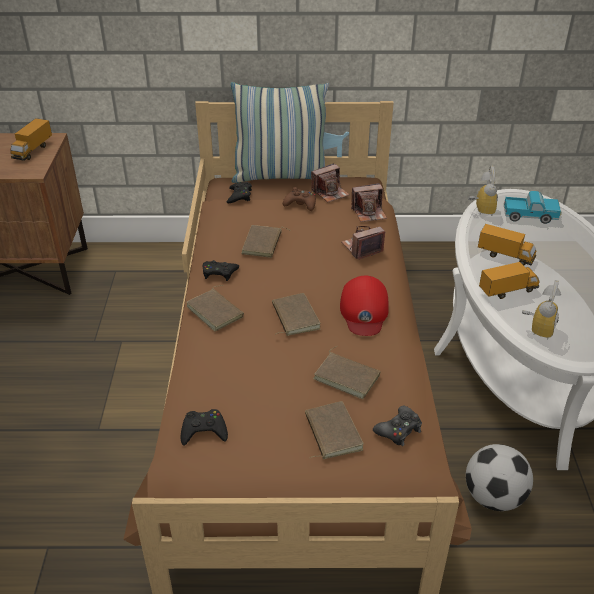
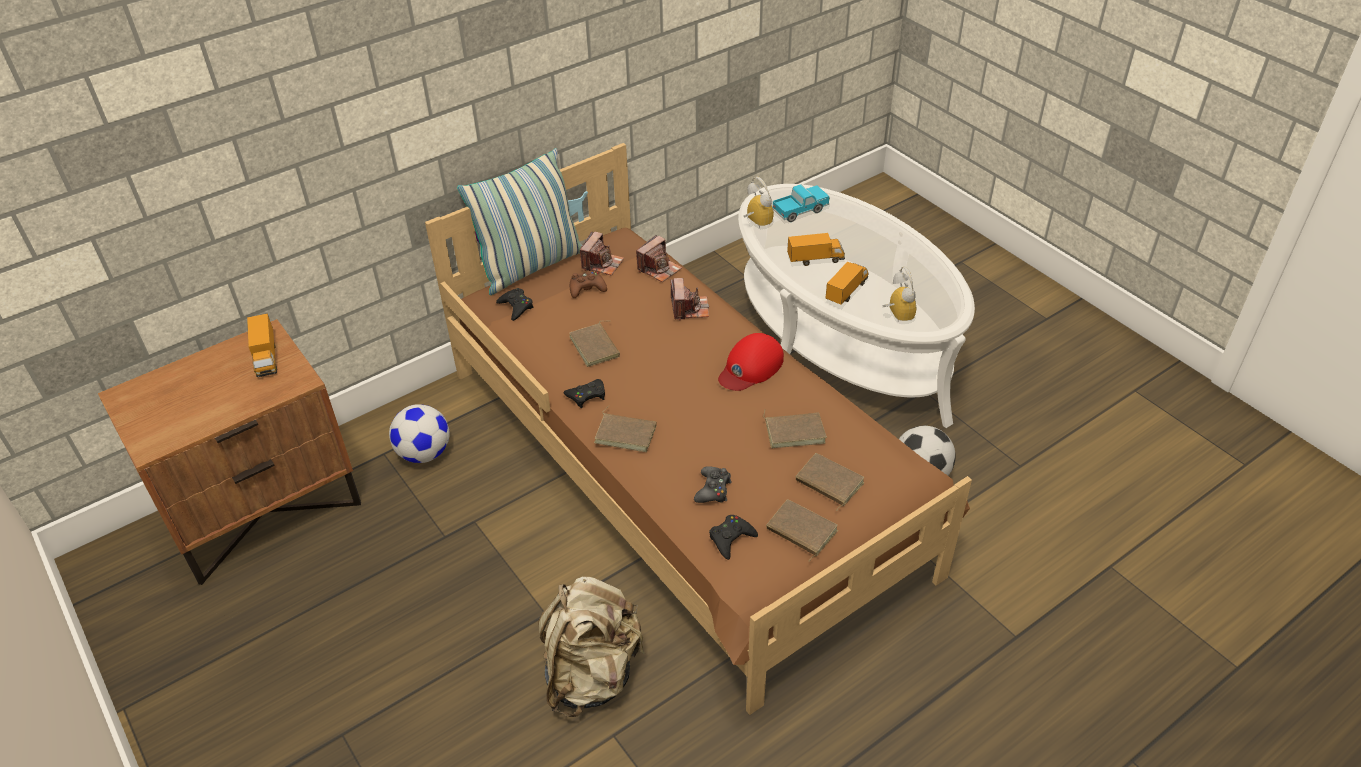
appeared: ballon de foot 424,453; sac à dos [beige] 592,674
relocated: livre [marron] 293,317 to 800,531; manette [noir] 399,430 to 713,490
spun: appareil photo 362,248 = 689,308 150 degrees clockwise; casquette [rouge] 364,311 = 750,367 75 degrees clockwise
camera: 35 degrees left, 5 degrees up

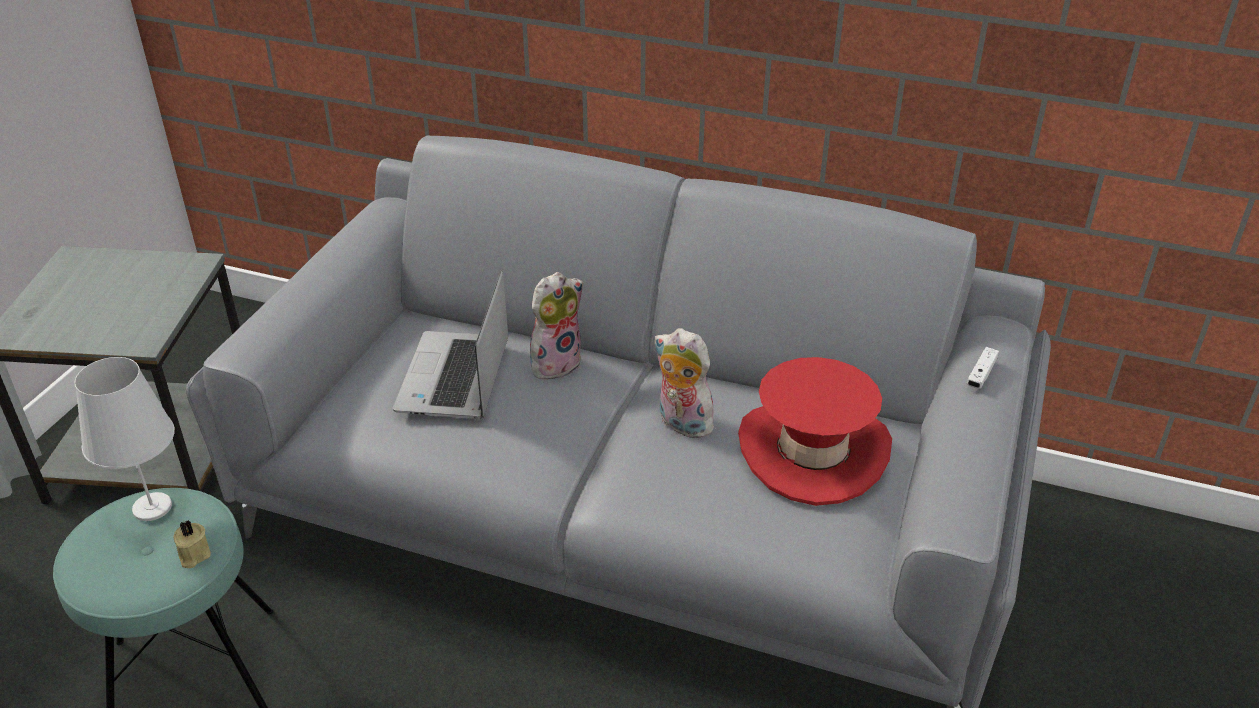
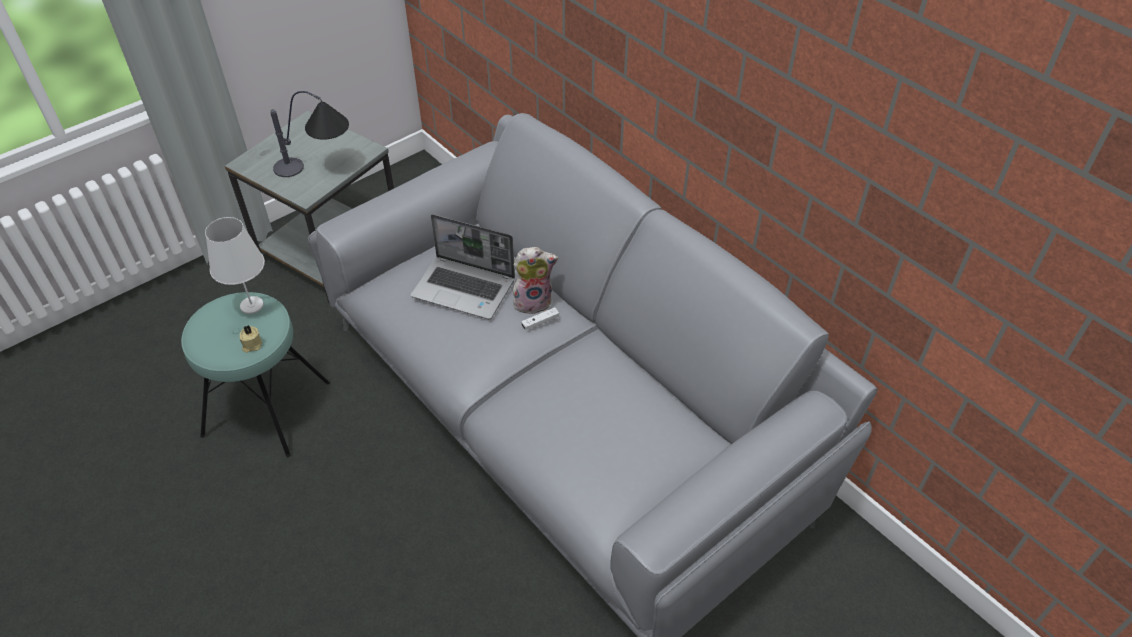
missing: peluche 681,424; chapeau [rouge] 812,451
appeared: lampe de table 319,168
relocated: manette [blanc] 981,374 to 540,322
spun: ordinateur portable 455,379 = 465,288 105 degrees counterclockwise
camera: 30 degrees right, 10 degrees up

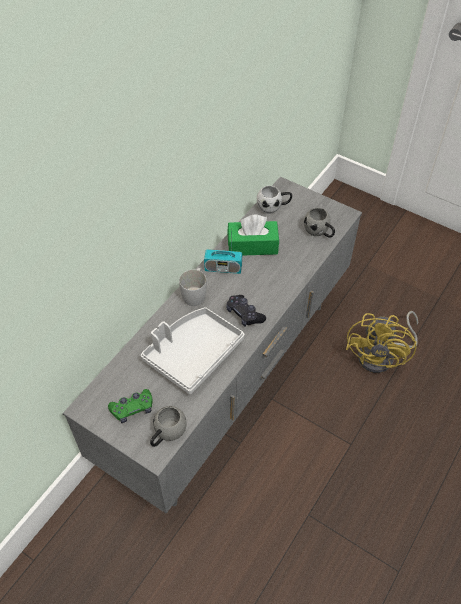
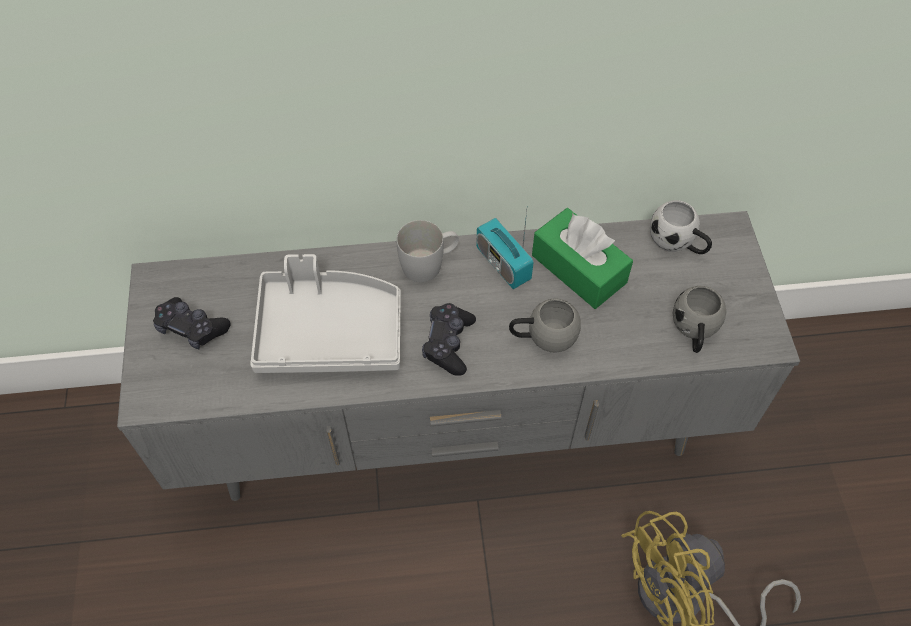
relocated: mug [gris] 167,434 to 542,337
colour: manette [vert] 132,409 to manette [noir] 192,328
camera: 50 degrees right, 5 degrees up

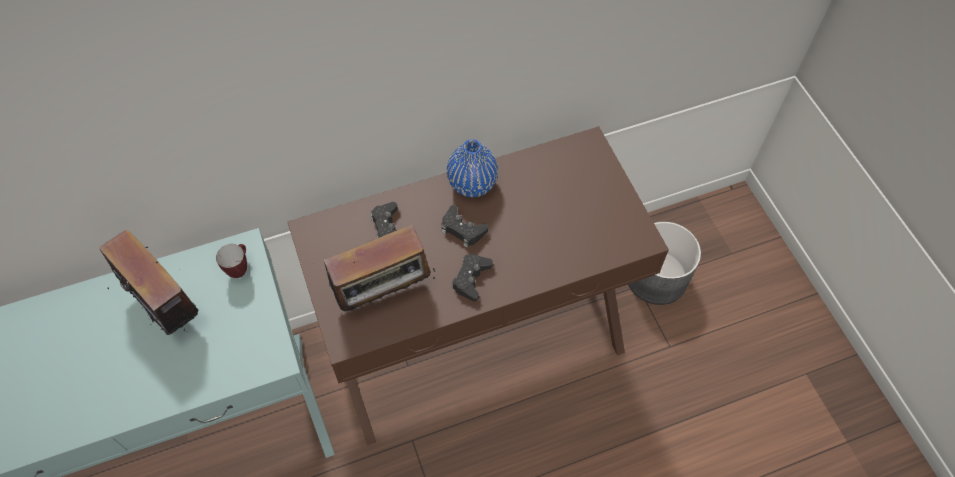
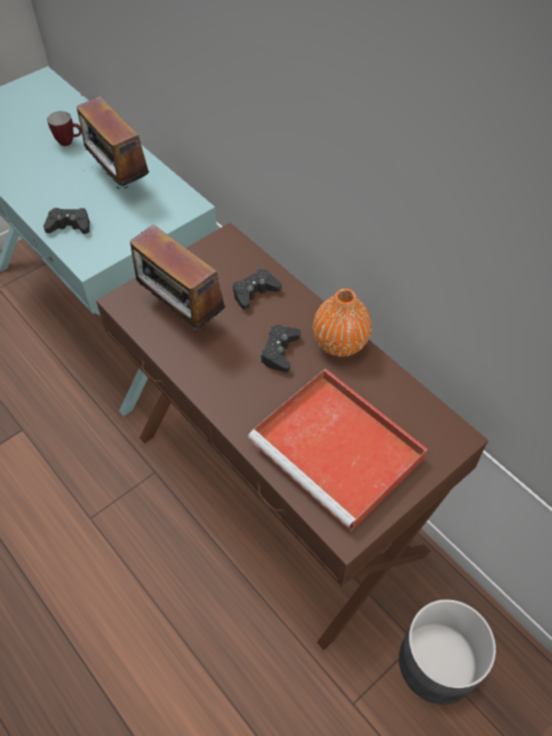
appeared: plateau [rouge] 340,451
relocated: mug 239,268 to 69,142; manette [noir] 471,279 to 69,226
colour: vase [bleu] 472,184 to vase [orange] 340,343
spun: radio 166,304 = 119,180 120 degrees clockwise
camera: 70 degrees right, 5 degrees down

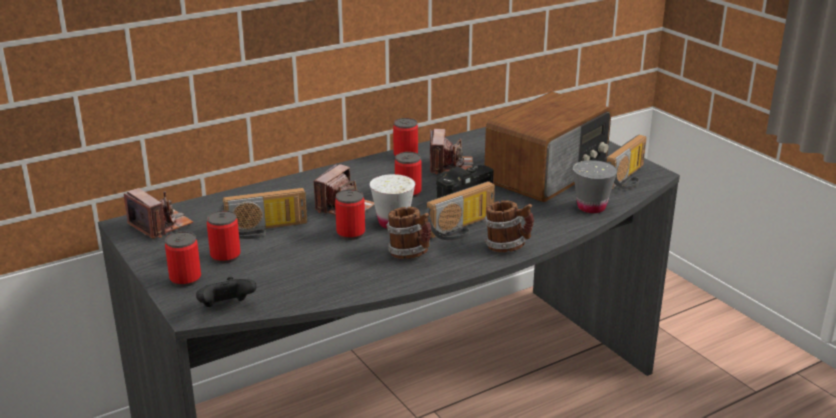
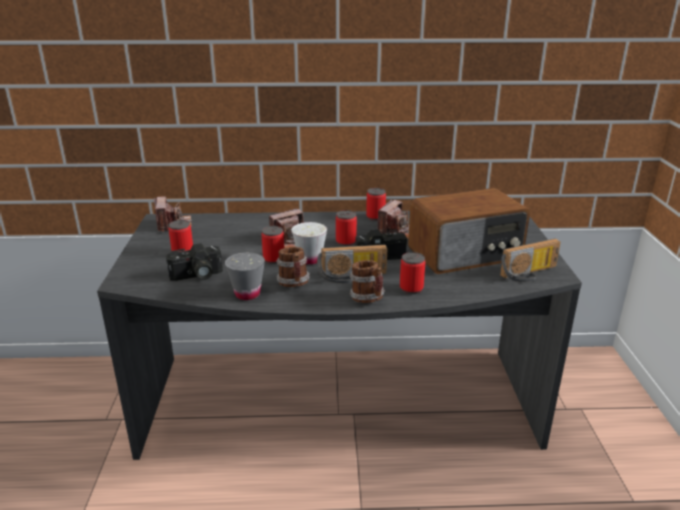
missing: radio 265,230; manette [noir] 226,308
appeared: appareil photo 196,276
relocated: tasse [gris] 591,207 to 247,294; boîte métallique 185,279 to 411,288
camera: 30 degrees right, 0 degrees up

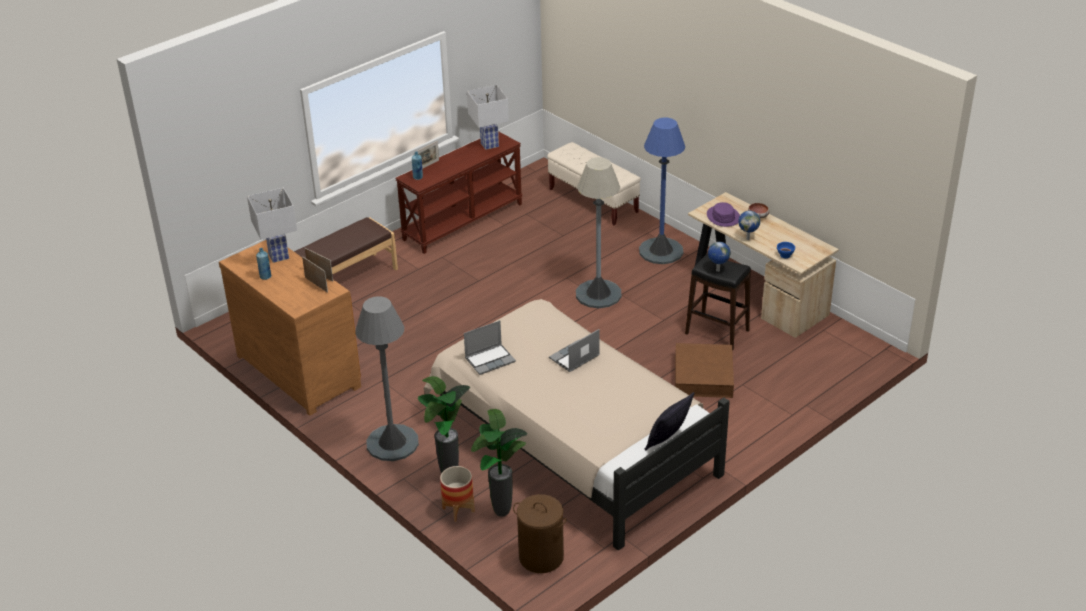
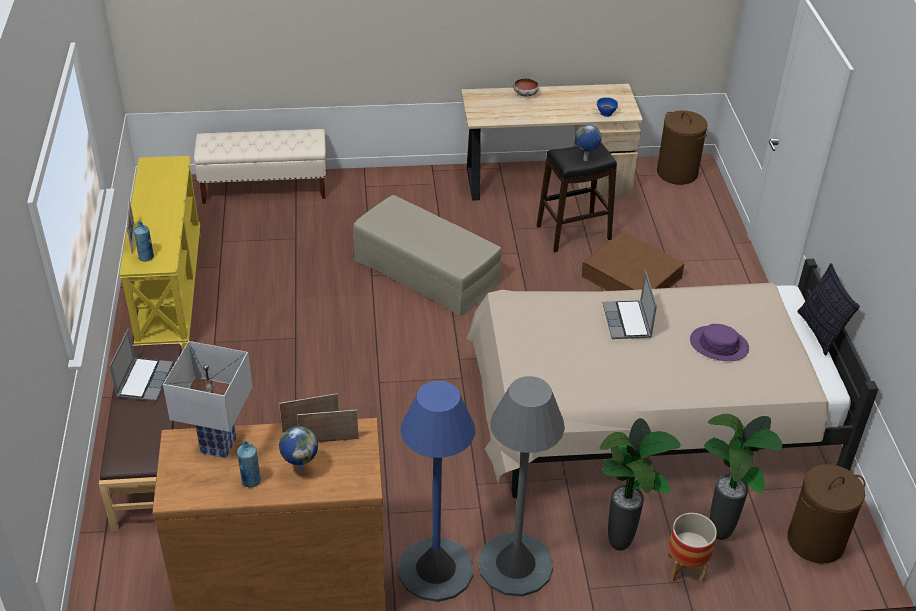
missing: lampe de table [blanc] 489,145
appeared: panier à linge [marron] 677,173
relocated: lampadaire [bleu] 661,251 to 435,569; chapeau [violet] 723,217 to 719,344; globe 748,238 to 300,469; ordinateur portable 490,360 to 144,380
exchanged: lampadaire [gris] 598,294 to pouf [beige] 426,270
colour: table console [marron] 462,221 to table console [jaune] 169,291
camera: 55 degrees left, 5 degrees up

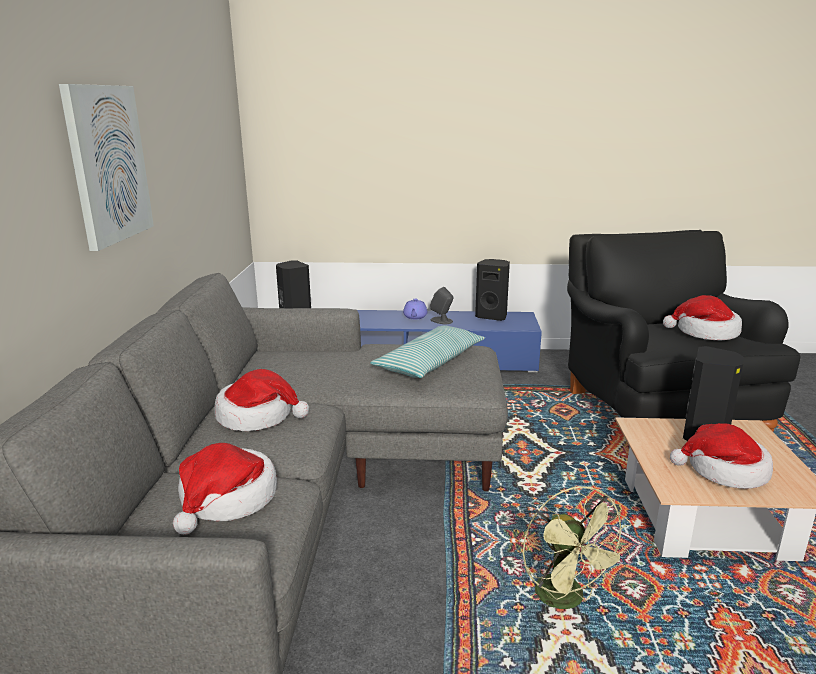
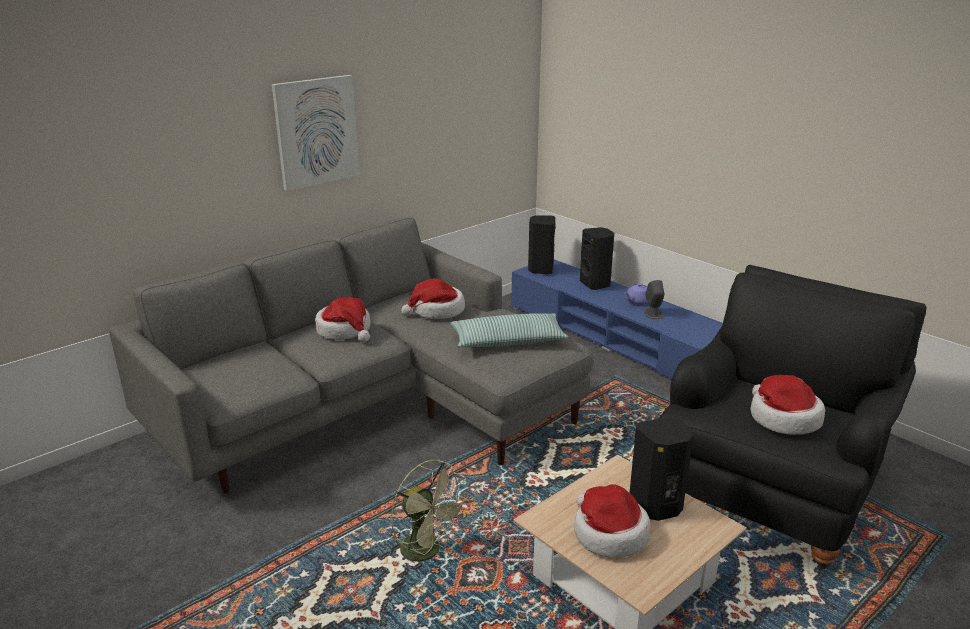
relocated: enceinte [noir] 492,316 to 596,284; chapeau 227,500 to 437,311
spun: ventilateur [vert] 567,600 = 428,552 75 degrees counterclockwise
camera: 45 degrees right, 5 degrees up

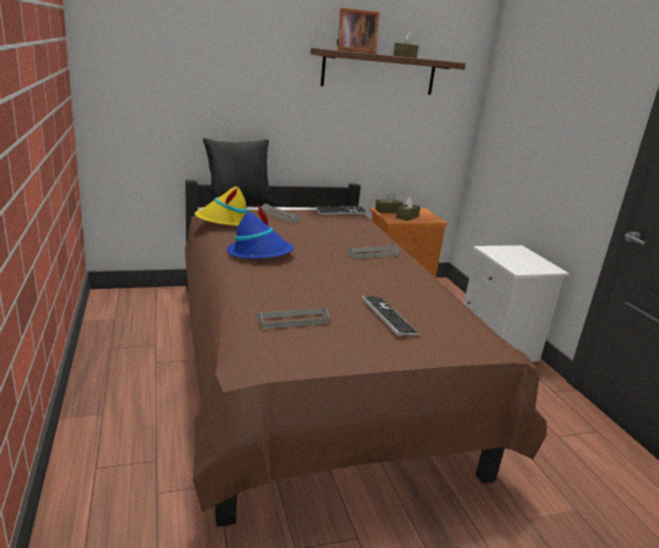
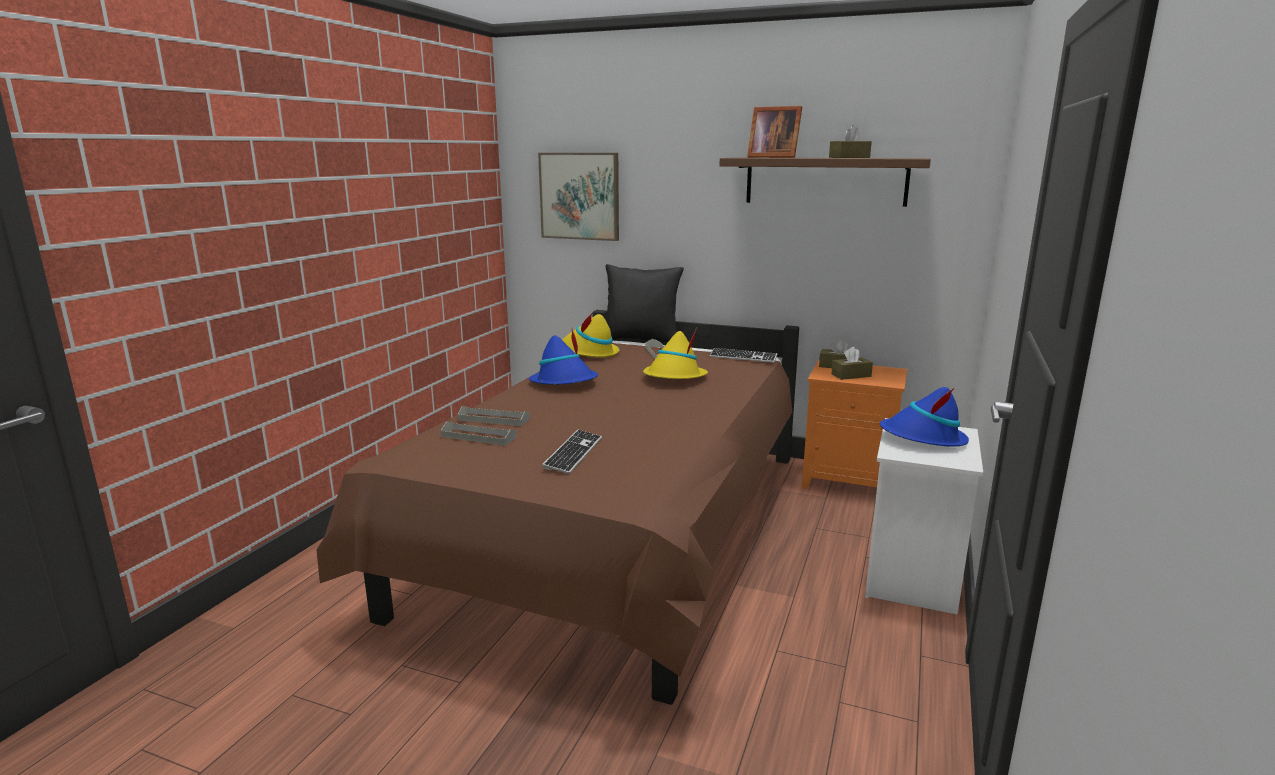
appeared: tableau 580,196; chapeau [jaune] 674,378; chapeau [bleu] 922,438
relocated: plateau [gris] 372,254 to 494,419
camera: 40 degrees right, 5 degrees down

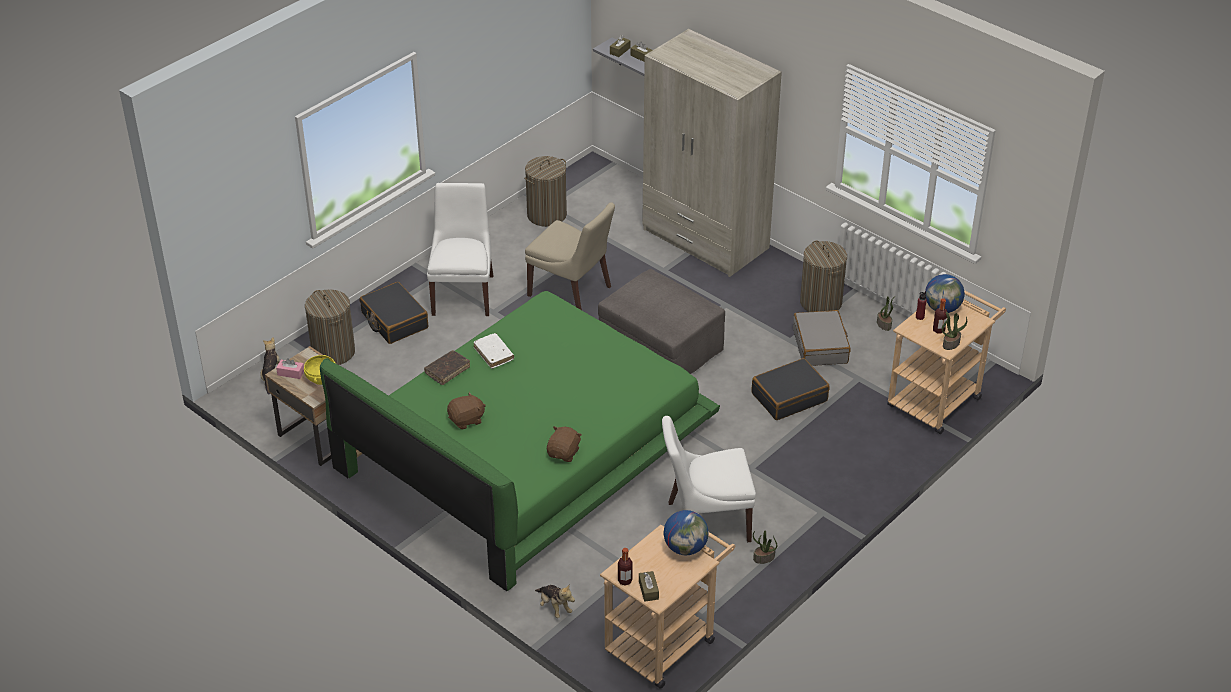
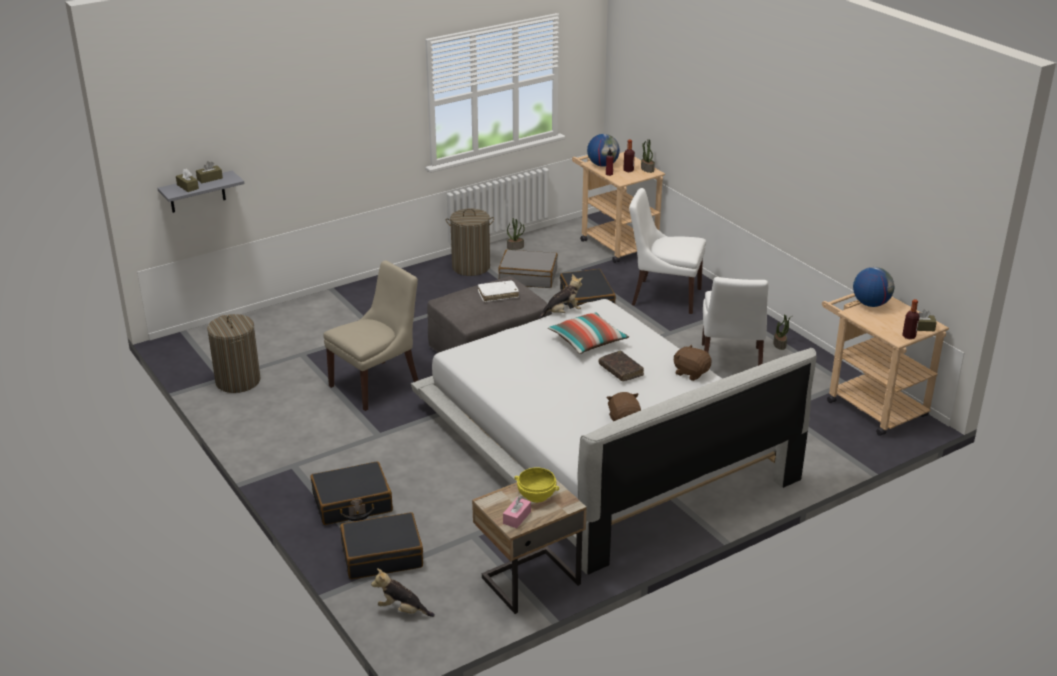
missing: armoire [beige] 705,239
appeared: coussin 587,342
relocated: chaise [blanc] 463,293 to 663,296; livre [blanc] 493,354 to 498,294; livre [marron] 447,370 to 621,370; peluche 554,607 to 562,313
exchanged: panier à linge 333,352 to valise [noir] 382,555
colour: lit [vert] 525,448 to lit [blanc] 601,443
camera: 75 degrees left, 10 degrees down

